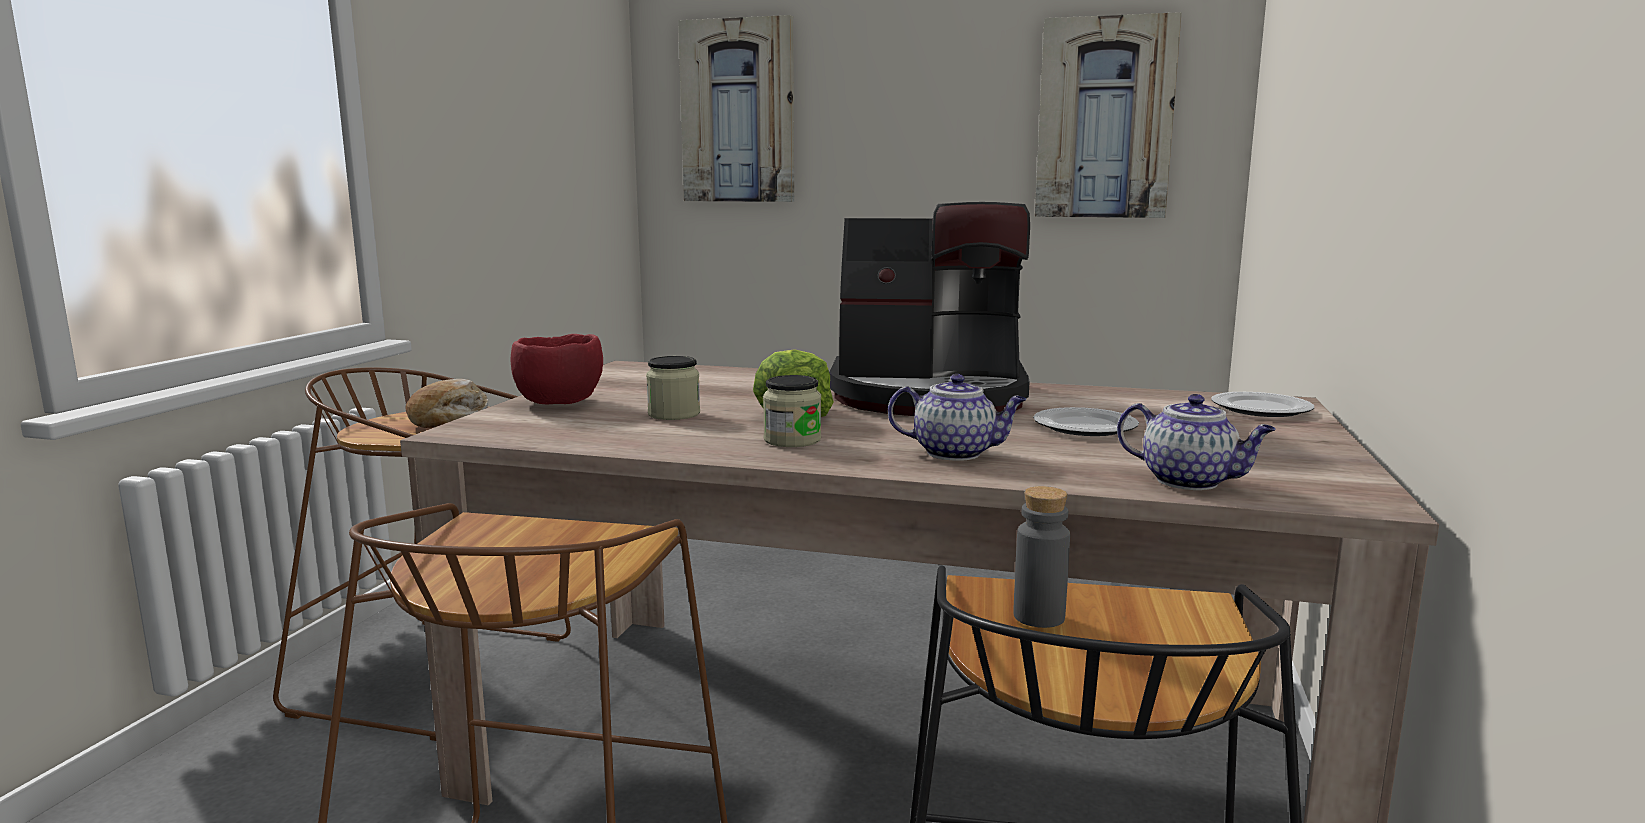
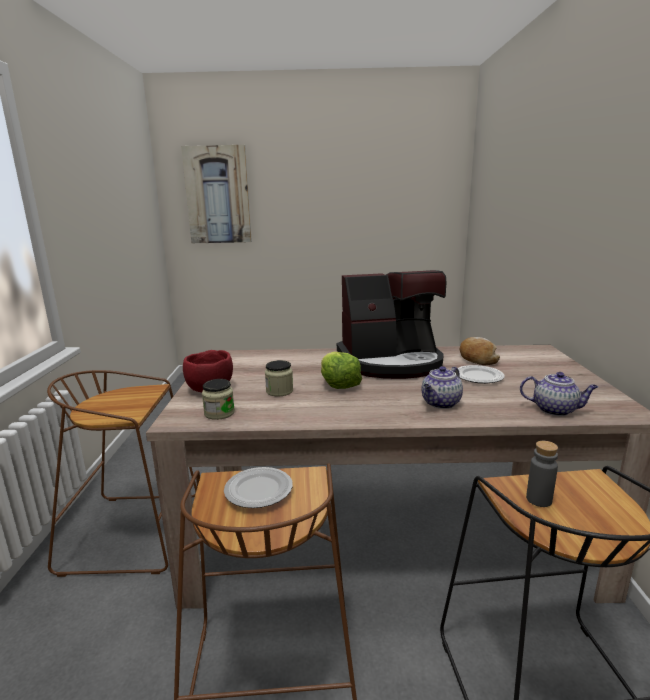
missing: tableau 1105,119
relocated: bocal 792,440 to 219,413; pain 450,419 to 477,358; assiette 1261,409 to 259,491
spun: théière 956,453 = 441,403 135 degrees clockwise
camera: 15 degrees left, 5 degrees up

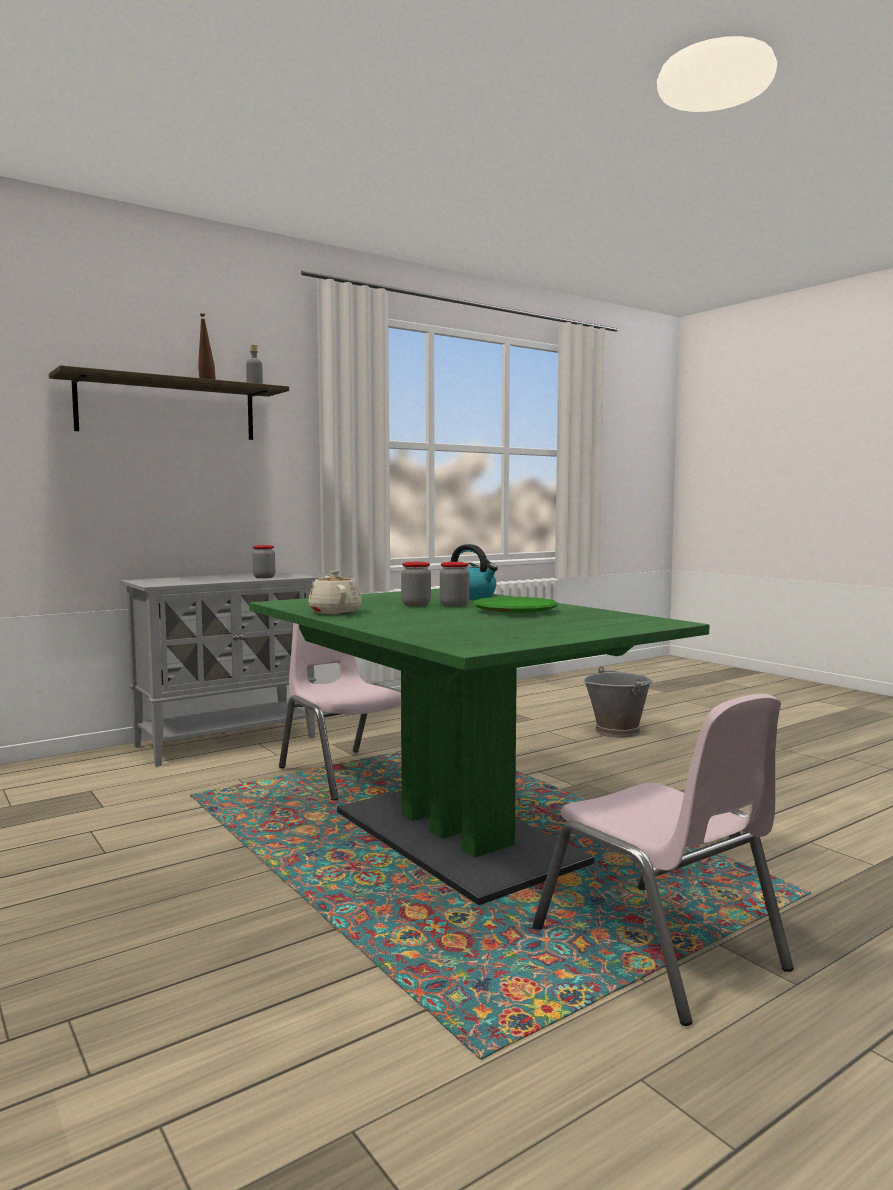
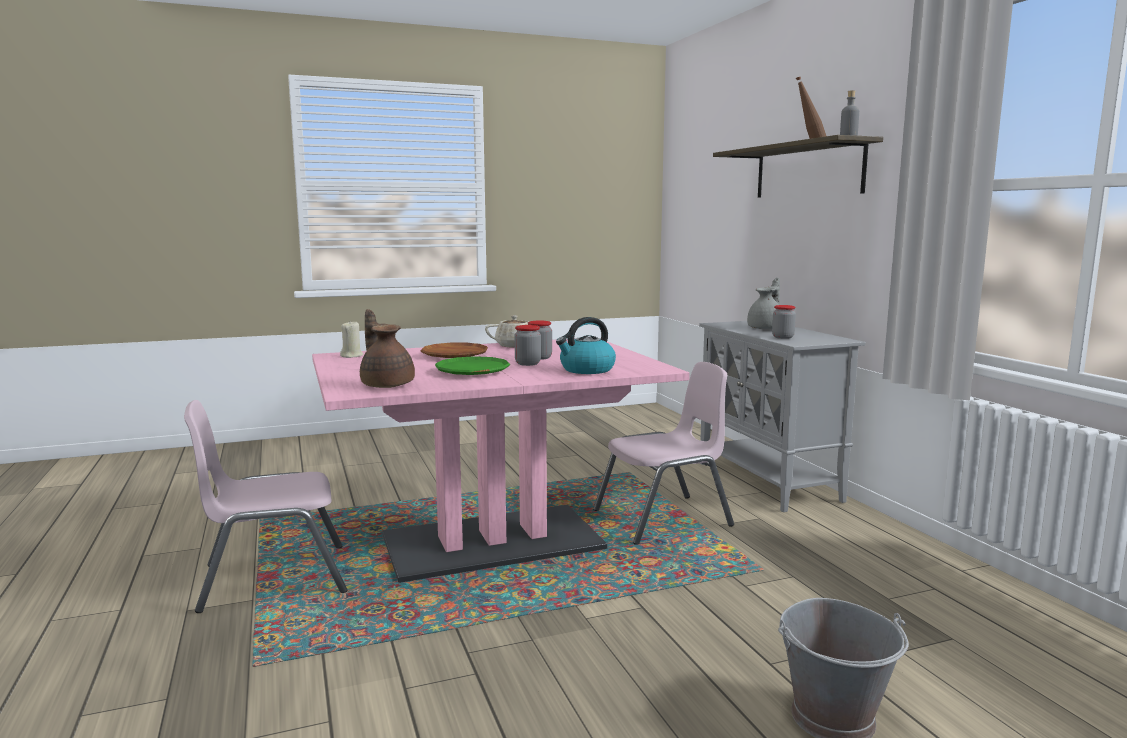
appeared: théière [gris] 766,328; théière [marron] 387,384; bougie [beige] 352,356; assiette [marron] 454,355
colour: table à manger [vert] 455,837 to table à manger [rose] 492,543
camera: 105 degrees right, 5 degrees up

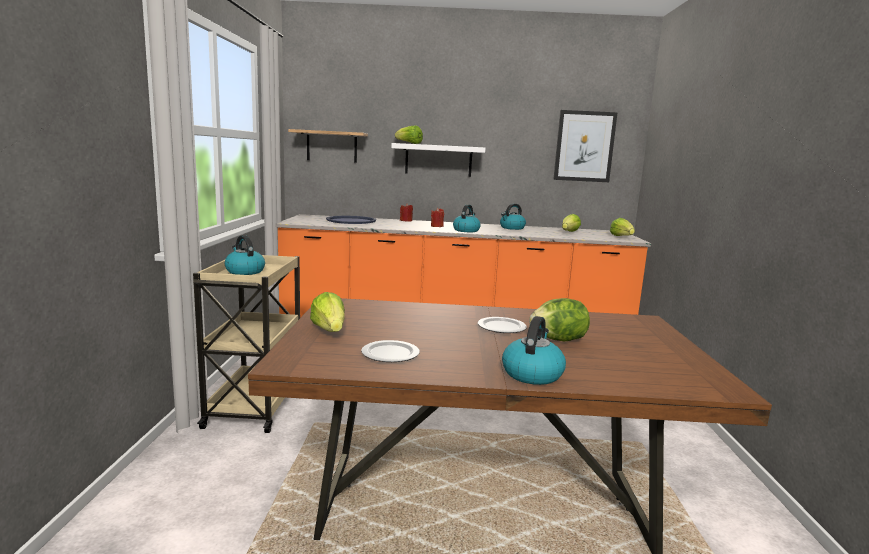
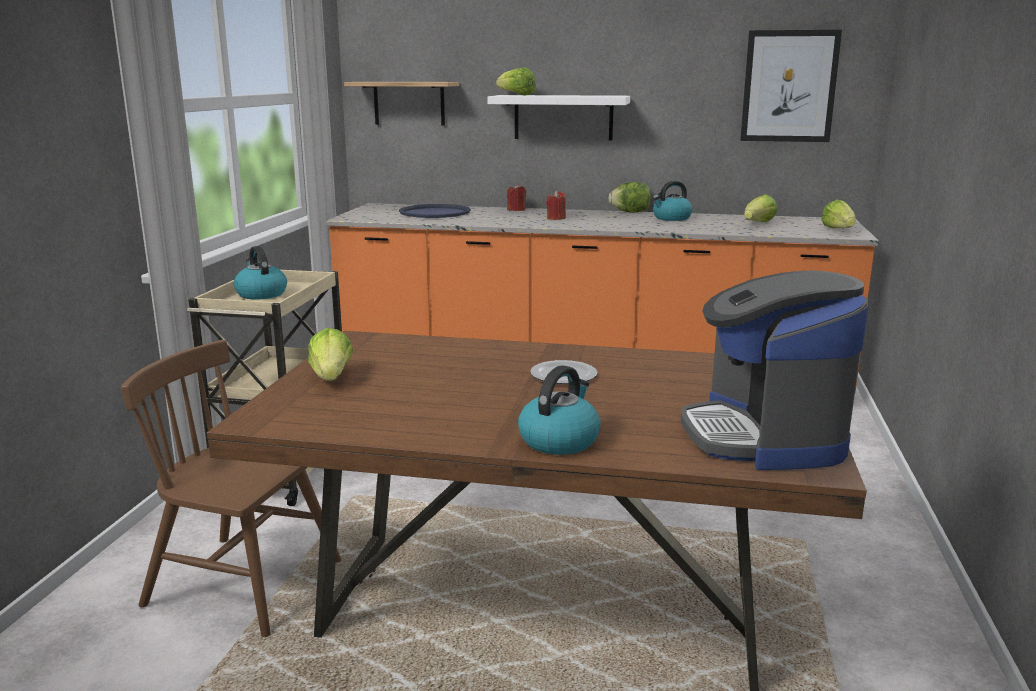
missing: bouilloire 466,230; assiette 389,354
appeared: machine à café 764,436; chaise [marron] 245,583
relocated: laitue 558,340 to 630,212
camera: 10 degrees right, 5 degrees up

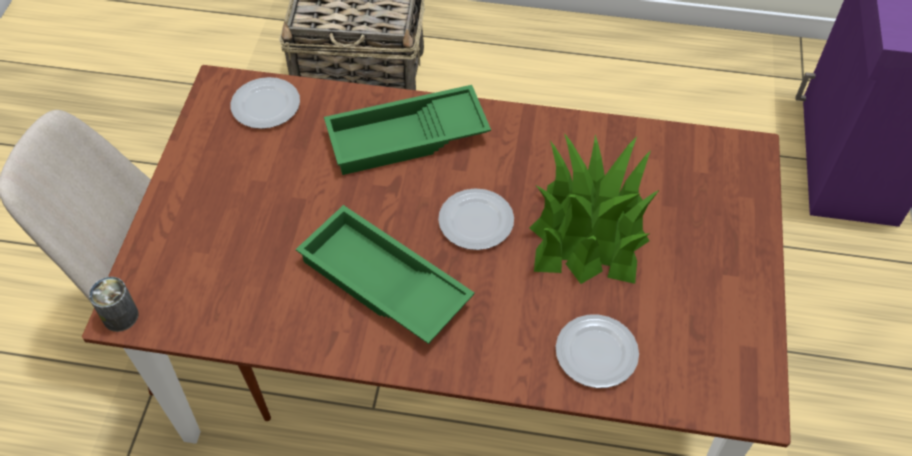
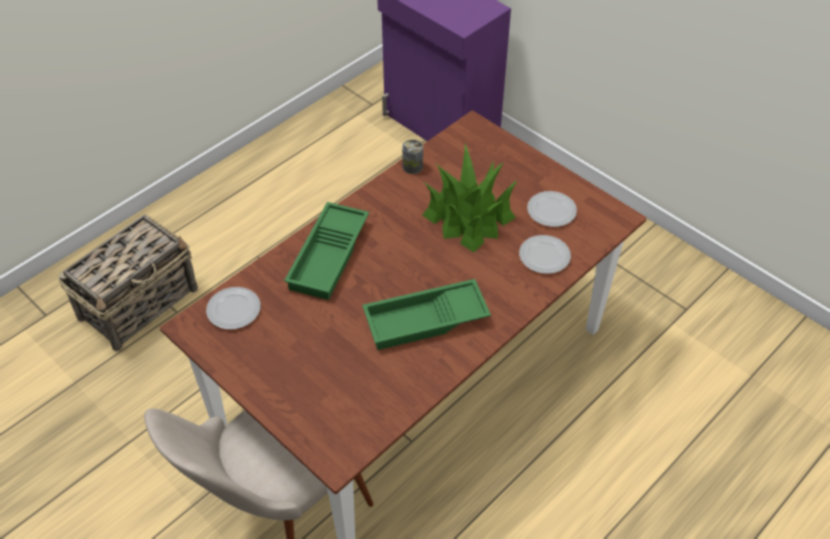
relocated: assiette 477,221 to 551,210; boîte métallique 120,316 to 412,166
camera: 55 degrees left, 5 degrees down

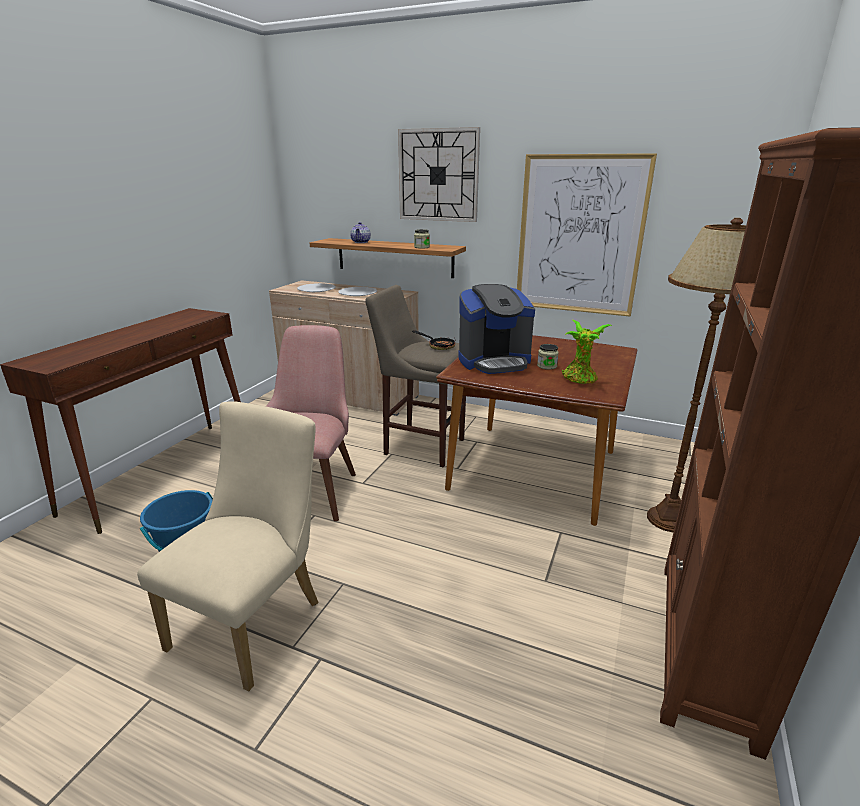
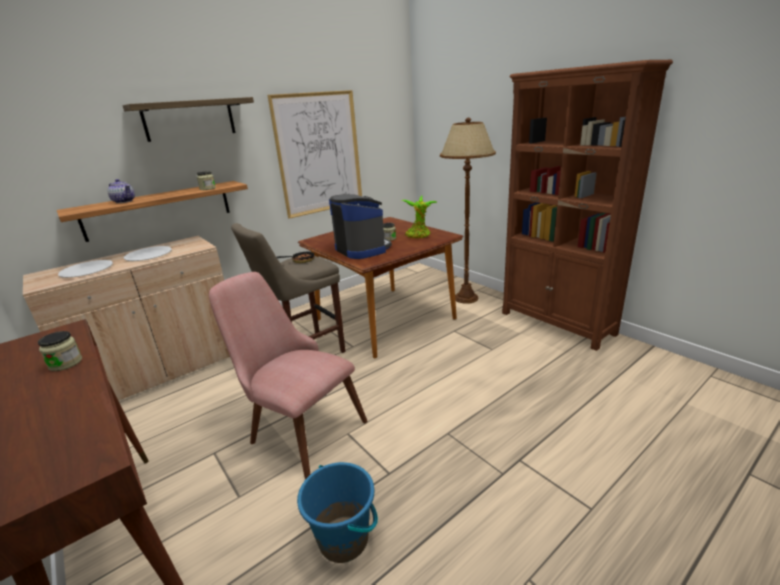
missing: chaise [beige] 255,618
appeared: bocal 65,363
exchanged: horloge murale 438,175 to étagère 189,119
spun: machine à café 494,361 = 362,249 45 degrees counterclockwise
camera: 60 degrees left, 0 degrees up

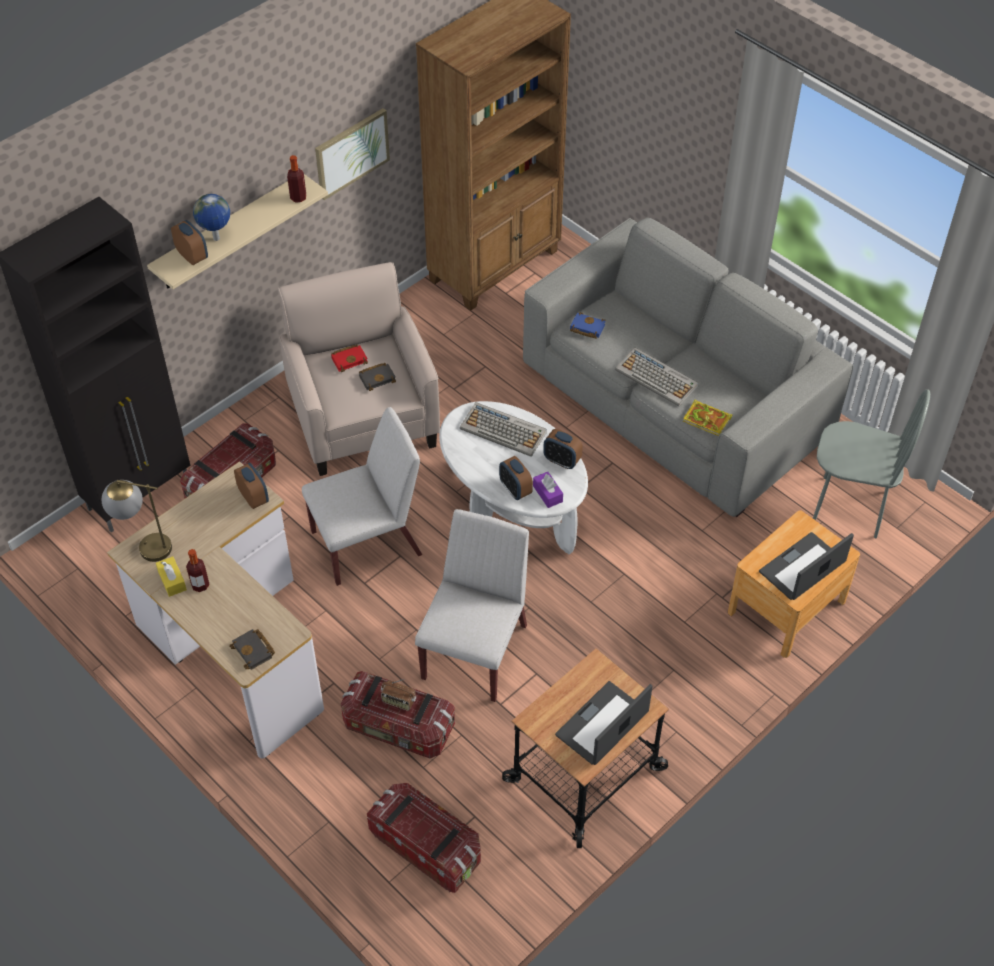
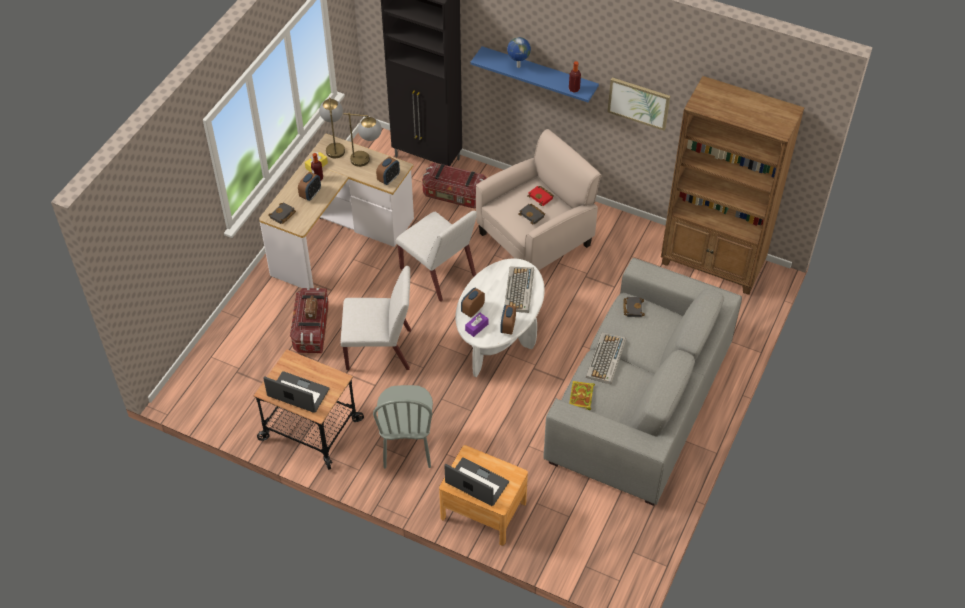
missing: boîte de rangement 426,847
appeared: lampe de table 367,160
relocated: réveil 192,256 to 310,194; chaise [gris] 850,506 to 407,447
colour: étagère [beige] 229,232 to étagère [bleu] 539,74; livre [bleu] 586,328 to livre [noir] 632,308
camera: 70 degrees right, 0 degrees up

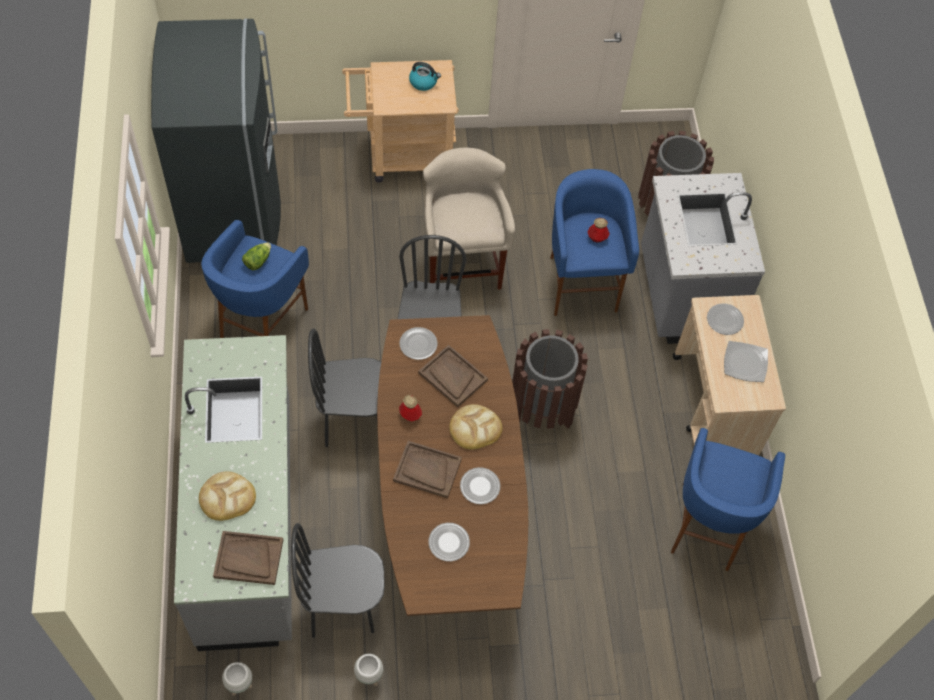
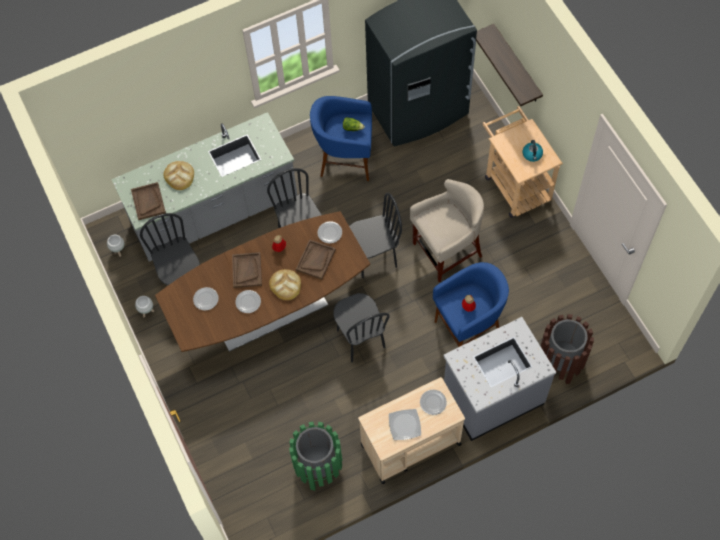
appeared: étagère 517,65
exchanged: poubelle [marron] 542,408 to chaise [noir] 360,339; tabouret [bleu] 708,527 to poubelle [vert] 318,466
camera: 75 degrees right, 5 degrees up

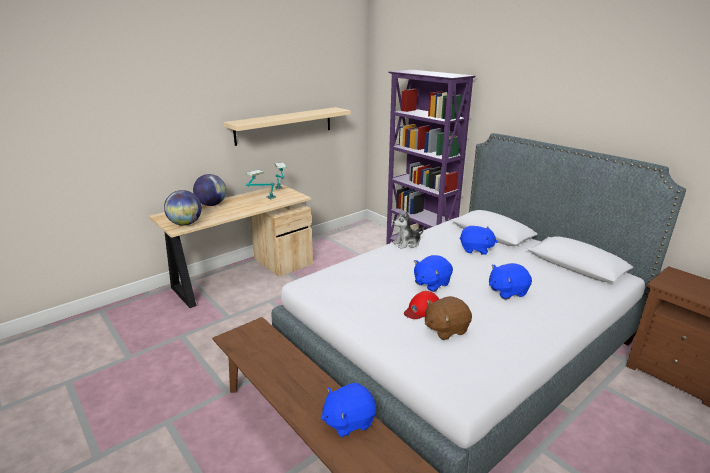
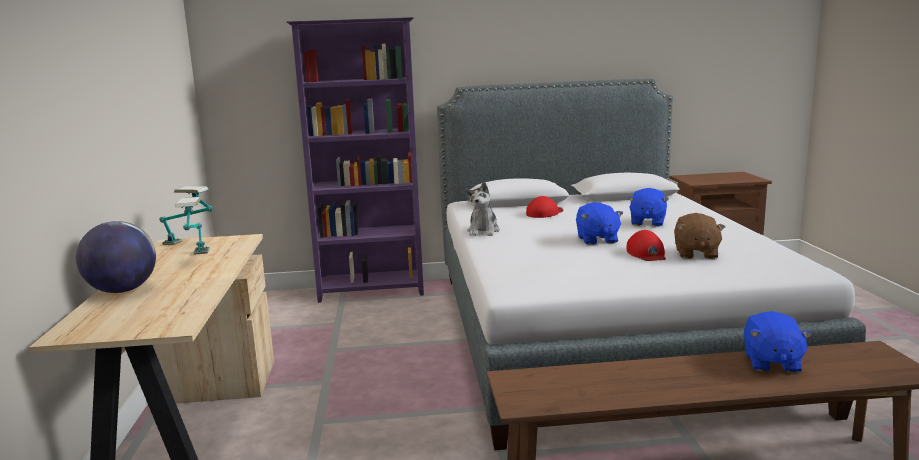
missing: étagère [beige] 284,125; globe 185,224
exchanged: peluche [bleu] 476,249 to casquette [rouge] 545,213
camera: 55 degrees left, 10 degrees down

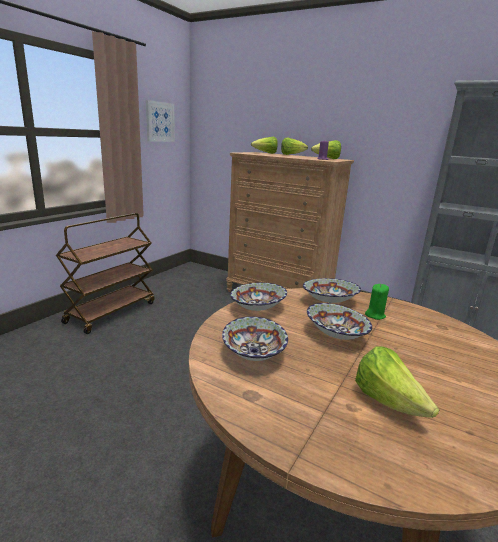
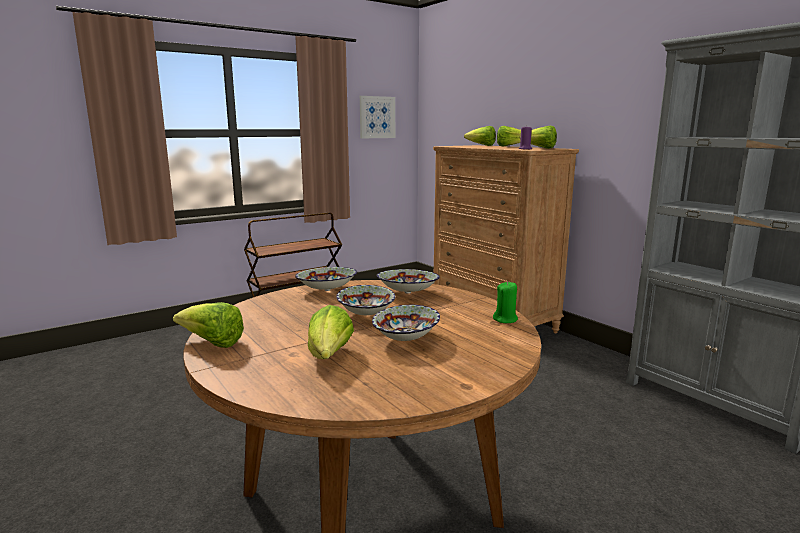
appeared: laitue 212,343
relocated: bougie [vert] 375,315 to 505,319; bol 254,354 to 407,339
camera: 25 degrees right, 5 degrees down

